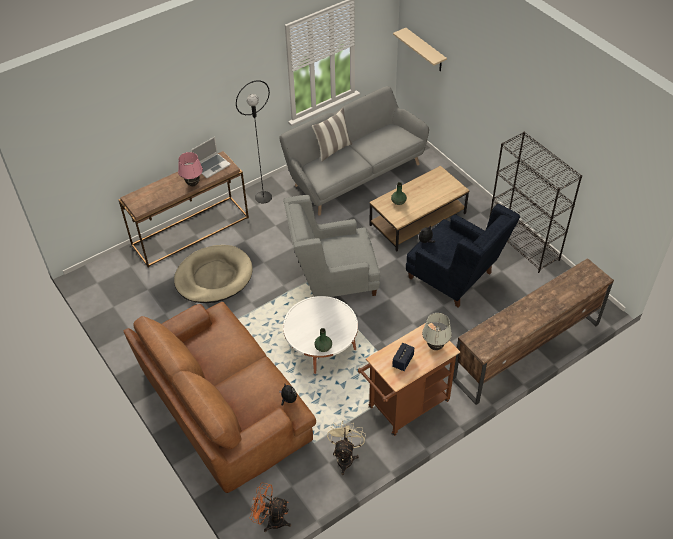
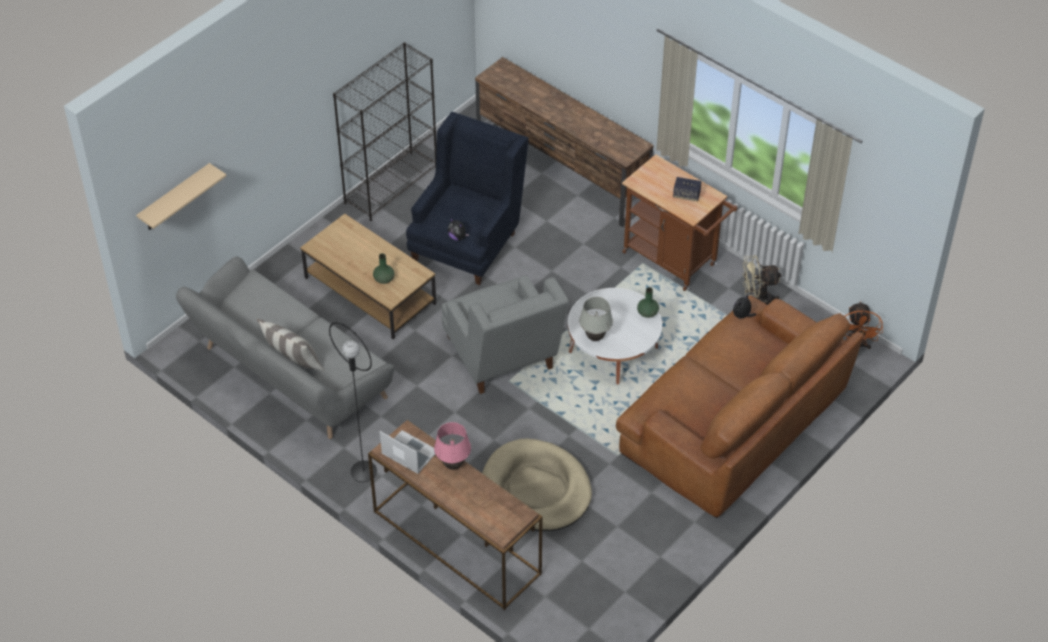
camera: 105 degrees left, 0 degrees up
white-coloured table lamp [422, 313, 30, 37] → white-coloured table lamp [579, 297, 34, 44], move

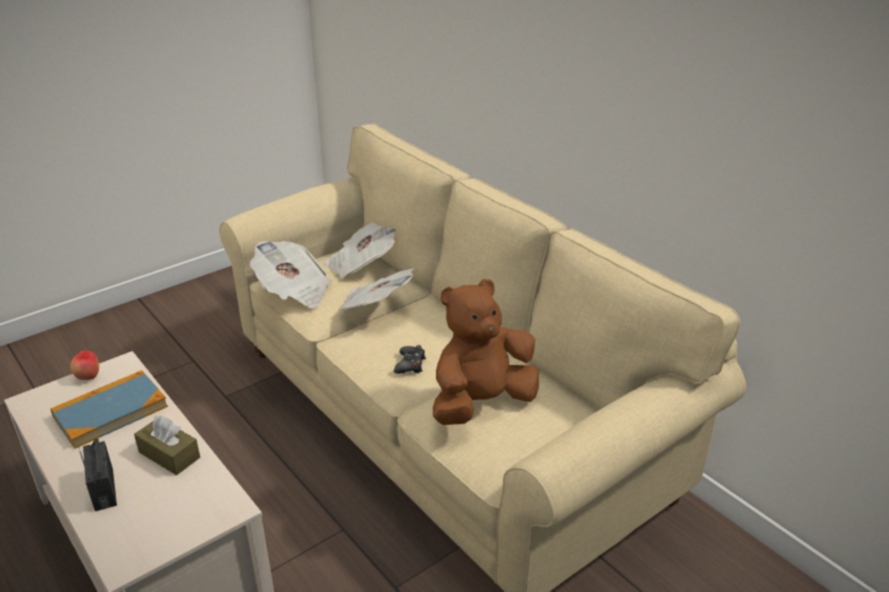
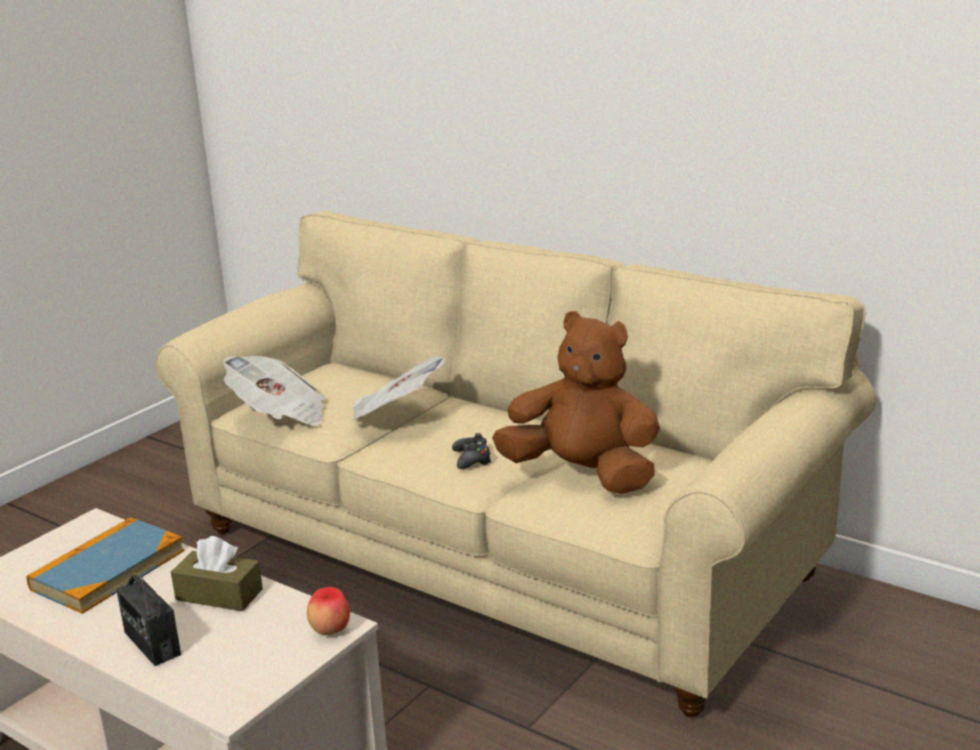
camera: 15 degrees left, 10 degrees down
daily paper [324, 222, 72, 56] → -
brown-coloured plush toy [433, 279, 106, 146] → brown-coloured plush toy [492, 311, 168, 183], 75 degrees clockwise
apple fruit [70, 351, 29, 29] → apple fruit [307, 587, 43, 48], move

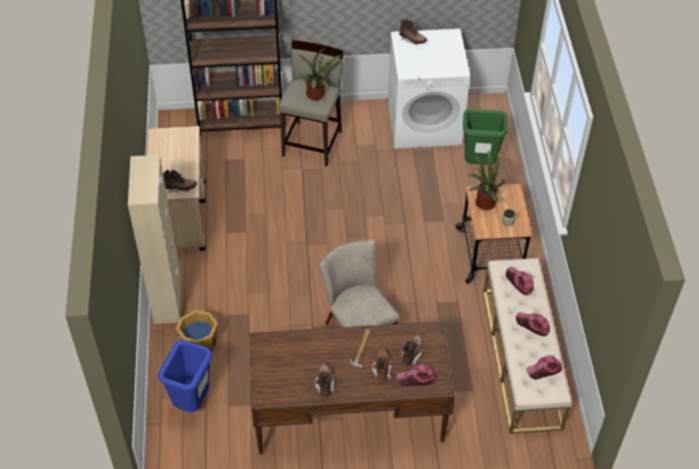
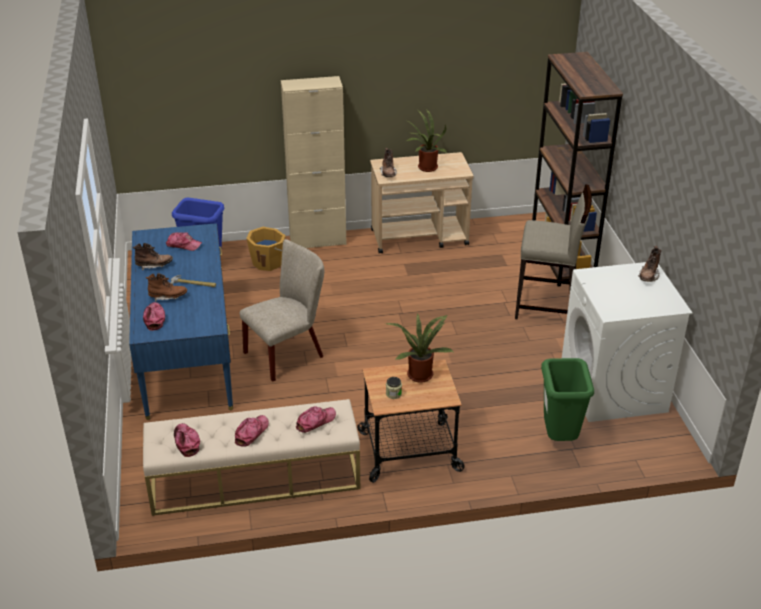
camera: 85 degrees right, 15 degrees down
houseplant [291, 48, 51, 53] → houseplant [407, 109, 40, 63], move
brown-coloured desk unit [249, 321, 206, 134] → bluish desk unit [129, 223, 104, 197]
brown-coloured boot [402, 335, 21, 31] → -
- → baseball cap [166, 232, 36, 19]

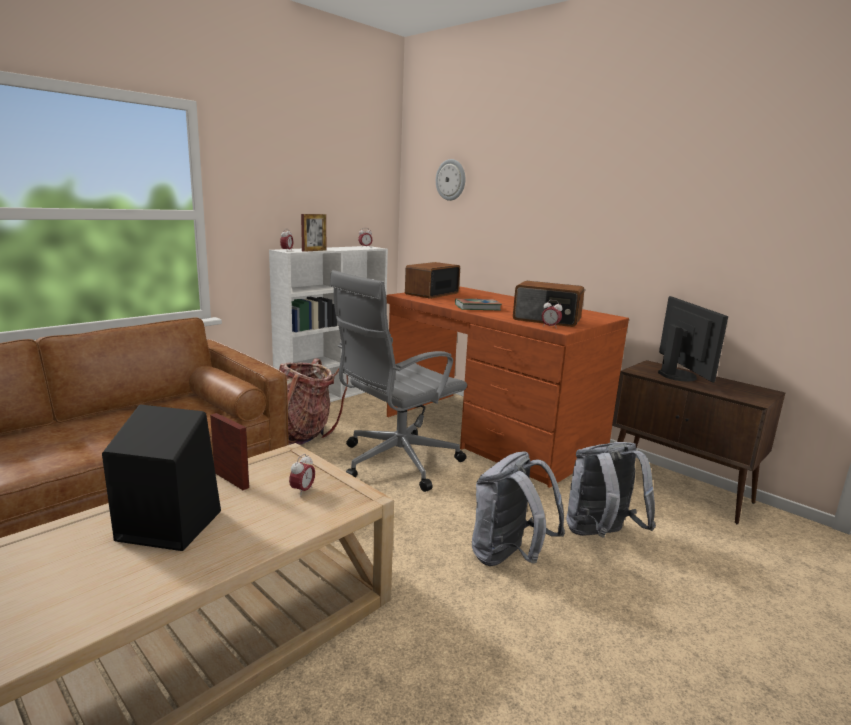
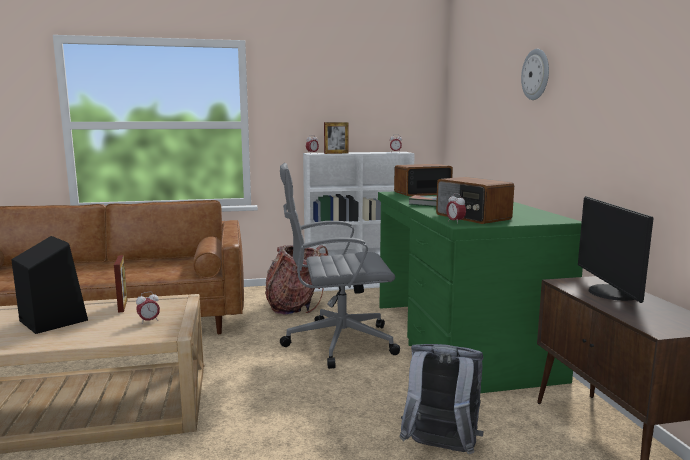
camera: 35 degrees right, 5 degrees down
clock on the wall [436, 159, 29, 42] → clock on the wall [521, 49, 28, 51], move
brown-coloured desk unit [387, 286, 242, 202] → green-coloured desk unit [378, 192, 205, 201]
computer display [658, 296, 70, 87] → computer display [578, 196, 76, 107], 150 degrees clockwise
greyish rucksack [472, 451, 93, 115] → -

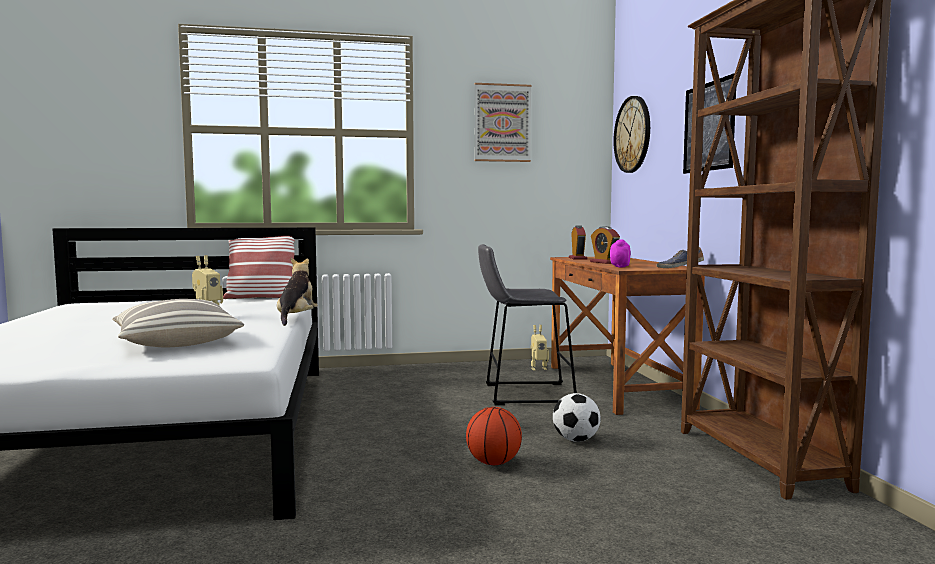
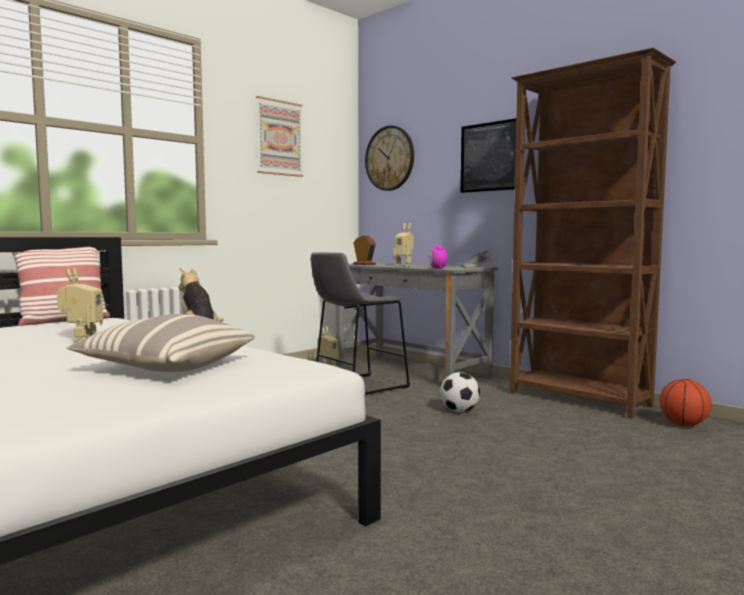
camera: 35 degrees left, 0 degrees up
bedside clock [590, 226, 30, 38] → toy robot [393, 223, 21, 44]
brown-coloured desk unit [550, 257, 155, 158] → greyish desk unit [336, 262, 162, 116]
basketball [466, 407, 56, 58] → basketball [659, 379, 53, 47], move

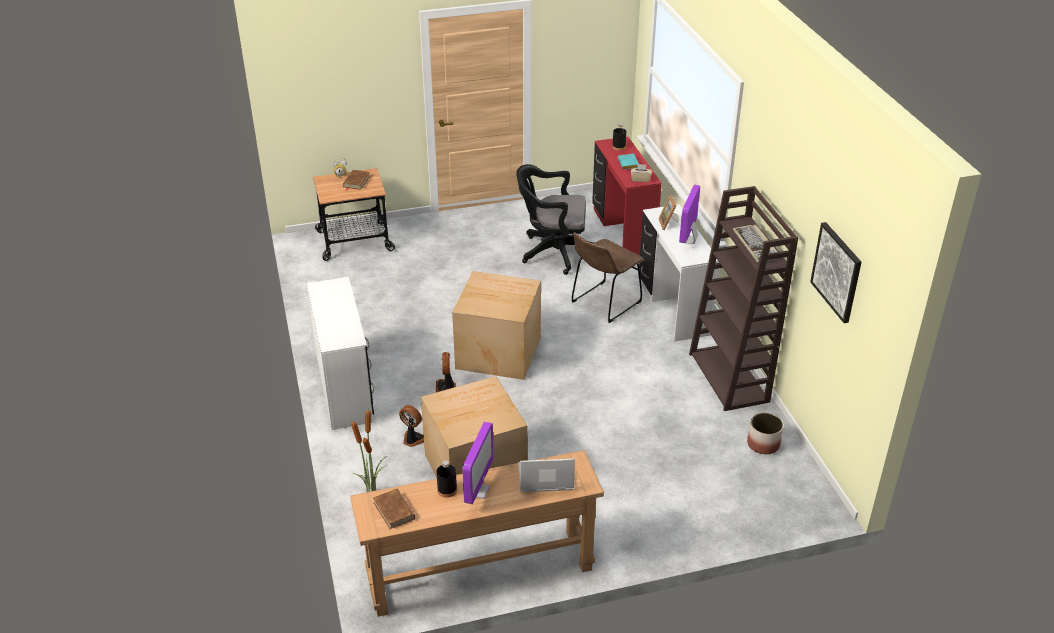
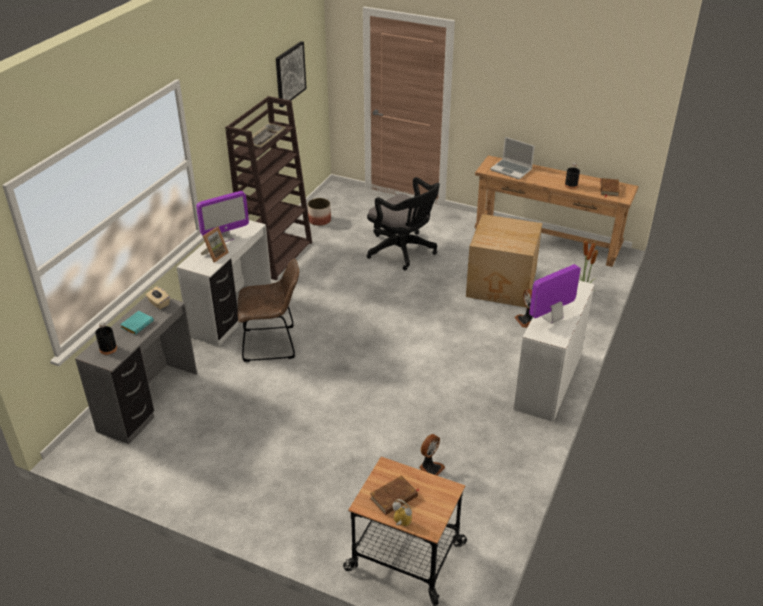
camera: 140 degrees left, 0 degrees up
red-coloured desk unit [592, 136, 70, 119] → greyish desk unit [75, 296, 122, 148]
black desk chair [516, 164, 78, 111] → black desk chair [367, 177, 73, 93], move
packing box [452, 271, 89, 109] → -
cooling fan [436, 352, 20, 40] → cooling fan [419, 434, 26, 42], move
computer display [462, 422, 32, 82] → computer display [529, 264, 52, 60], move

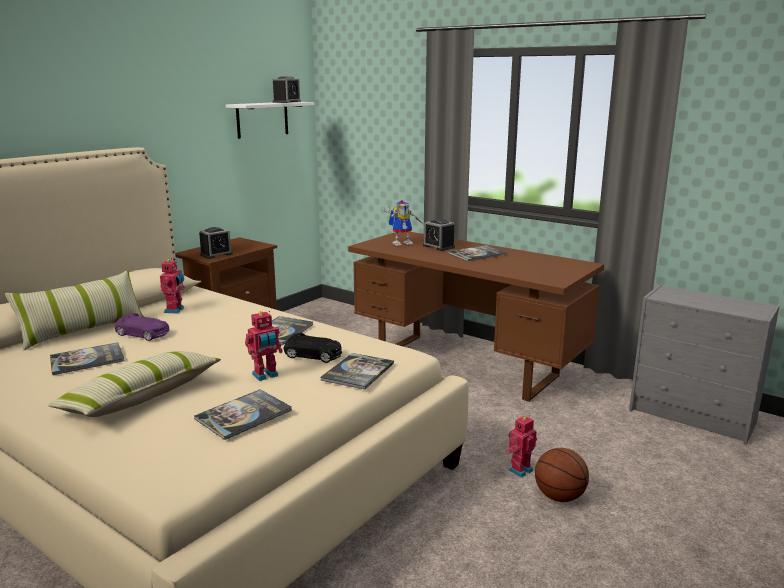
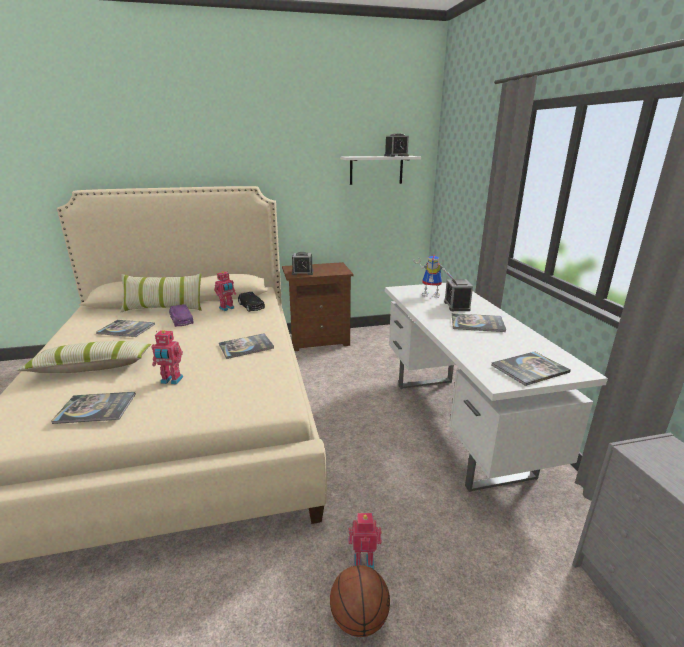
camera: 40 degrees right, 5 degrees up
brown-coloured desk unit [348, 232, 256, 170] → white-coloured desk unit [385, 283, 223, 209]
black toy car [283, 333, 59, 30] → black toy car [238, 292, 27, 20], move
book [320, 353, 74, 36] → book [491, 351, 80, 35], move

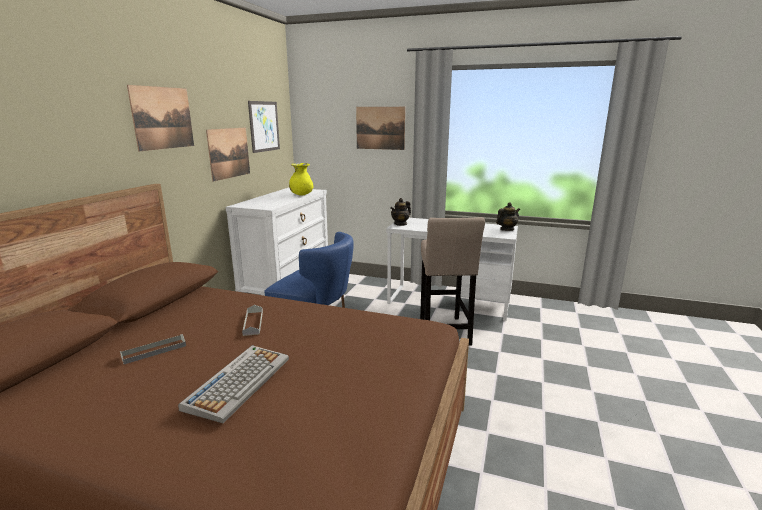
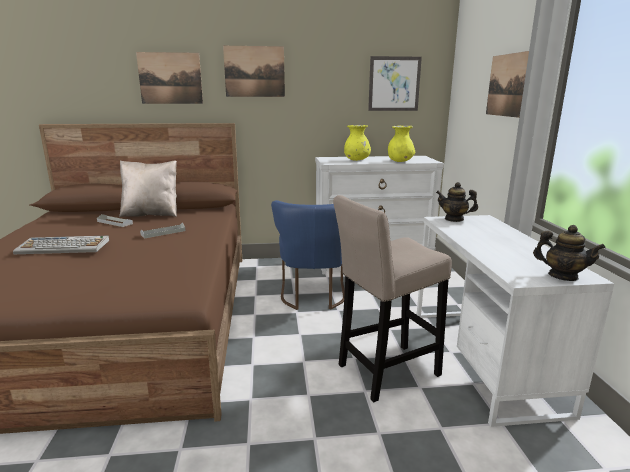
camera: 65 degrees right, 0 degrees up
picture [206, 127, 44, 55] → picture [136, 52, 67, 52], move
- → yellow flower vase [344, 125, 27, 36]
- → beige throw pillow [119, 160, 58, 57]

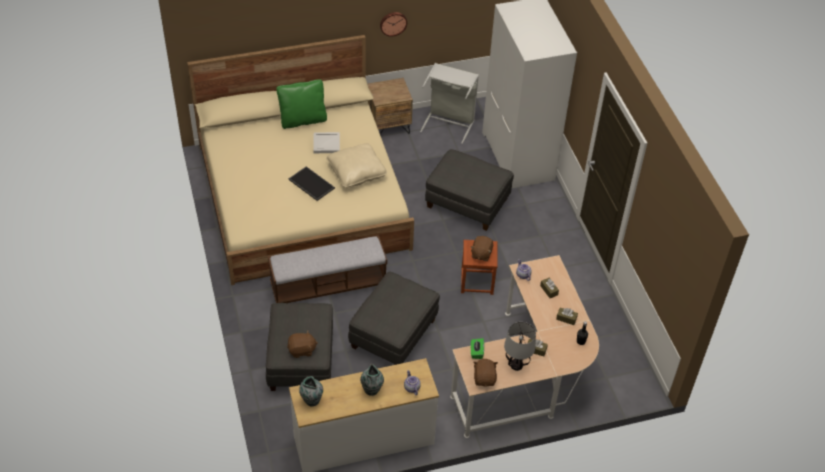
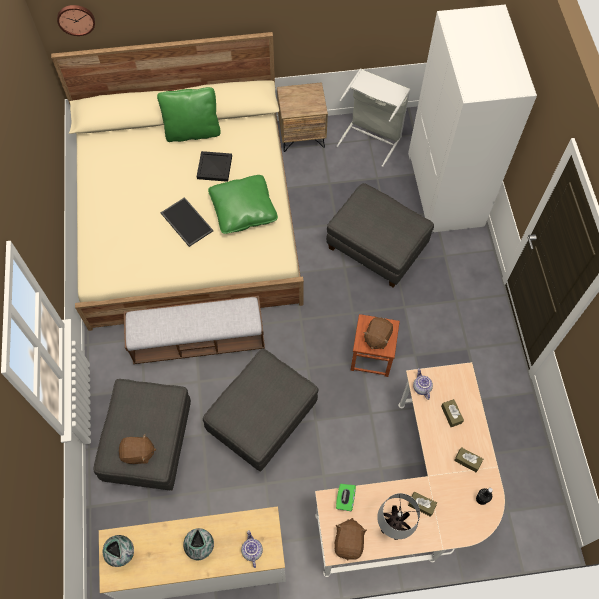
camera: 10 degrees right, 15 degrees up
clock on the wall [380, 12, 27, 25] → clock on the wall [57, 5, 38, 31], move
white-coloured carrying tray [313, 132, 27, 21] → black carrying tray [197, 151, 35, 31]
beige throw pillow [326, 143, 61, 44] → green-coloured throw pillow [208, 175, 70, 59]

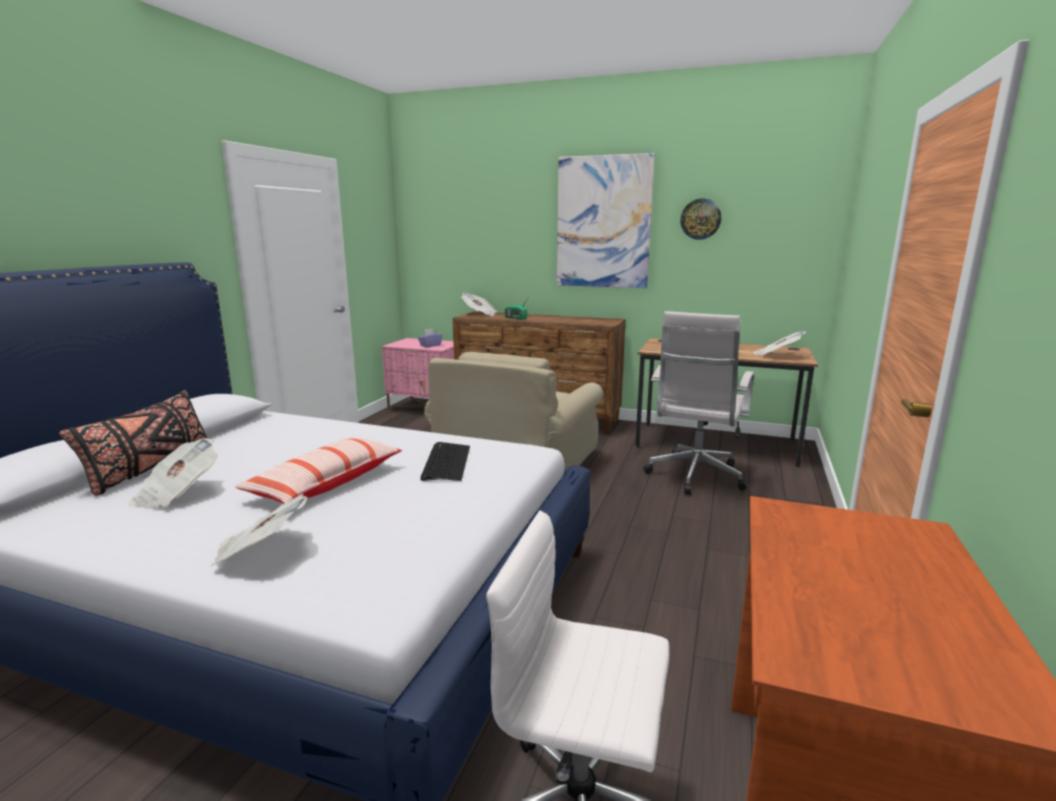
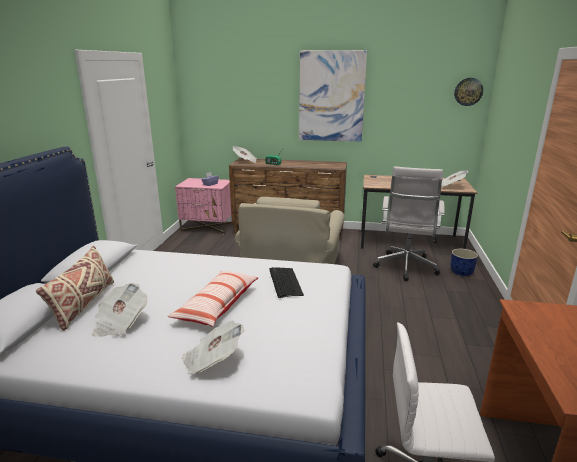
camera: 10 degrees left, 5 degrees up
clock on the wall [680, 199, 41, 41] → clock on the wall [454, 78, 29, 28], move
black throw pillow [59, 390, 148, 106] → beige throw pillow [36, 246, 78, 85]
- → bluish planter [450, 249, 28, 27]

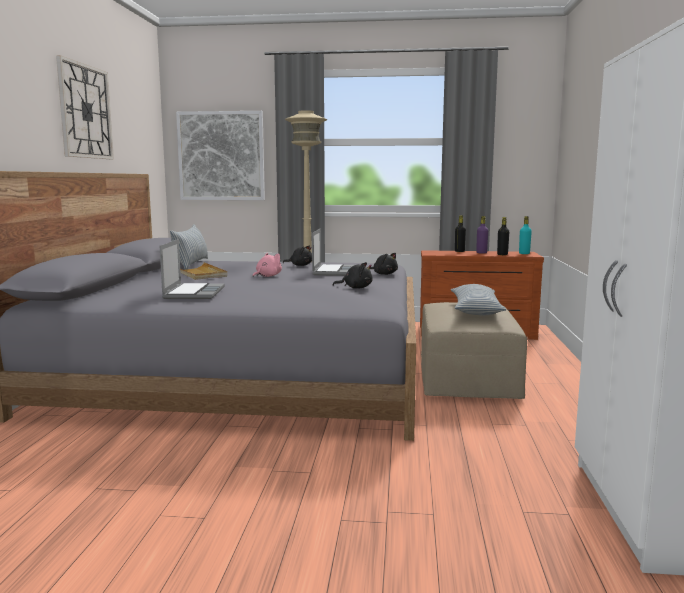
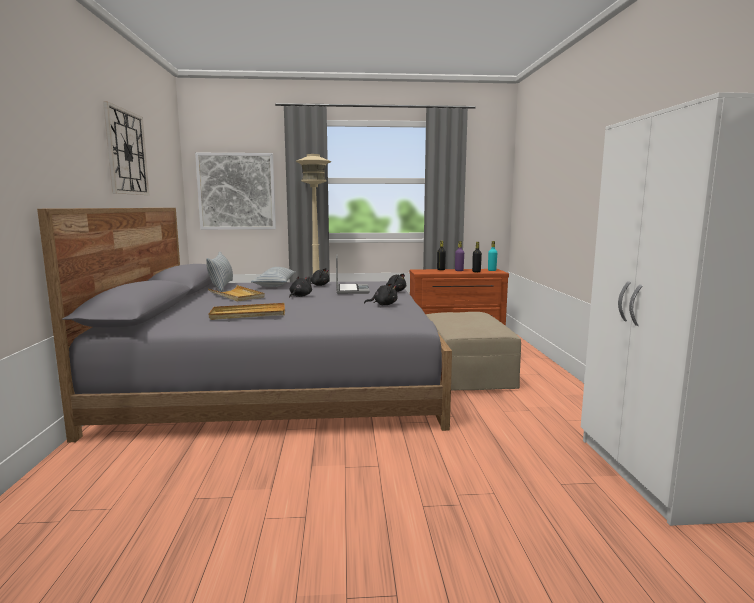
camera: 10 degrees left, 0 degrees up
notebook computer [160, 239, 65, 60] → beige carrying tray [209, 303, 76, 17]
pinkish plush toy [253, 253, 29, 24] → black plush toy [289, 276, 23, 22]
throw pillow [451, 284, 55, 31] → throw pillow [251, 267, 45, 20], move

